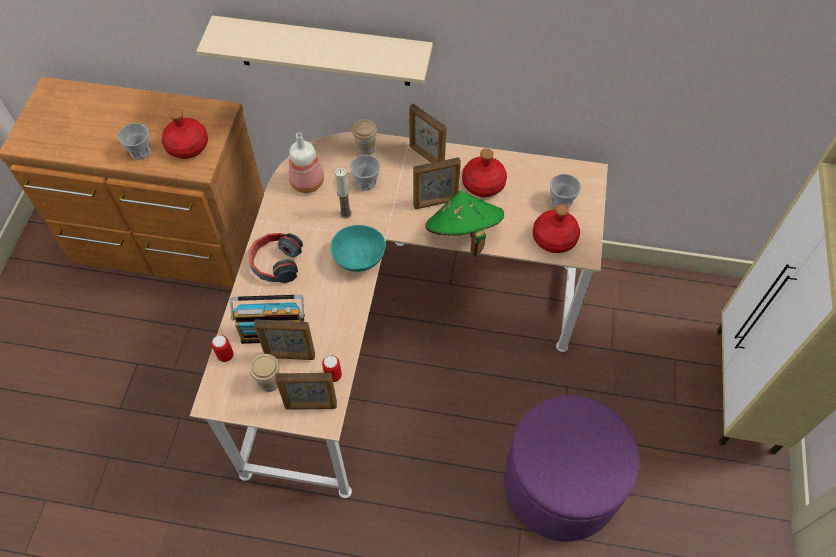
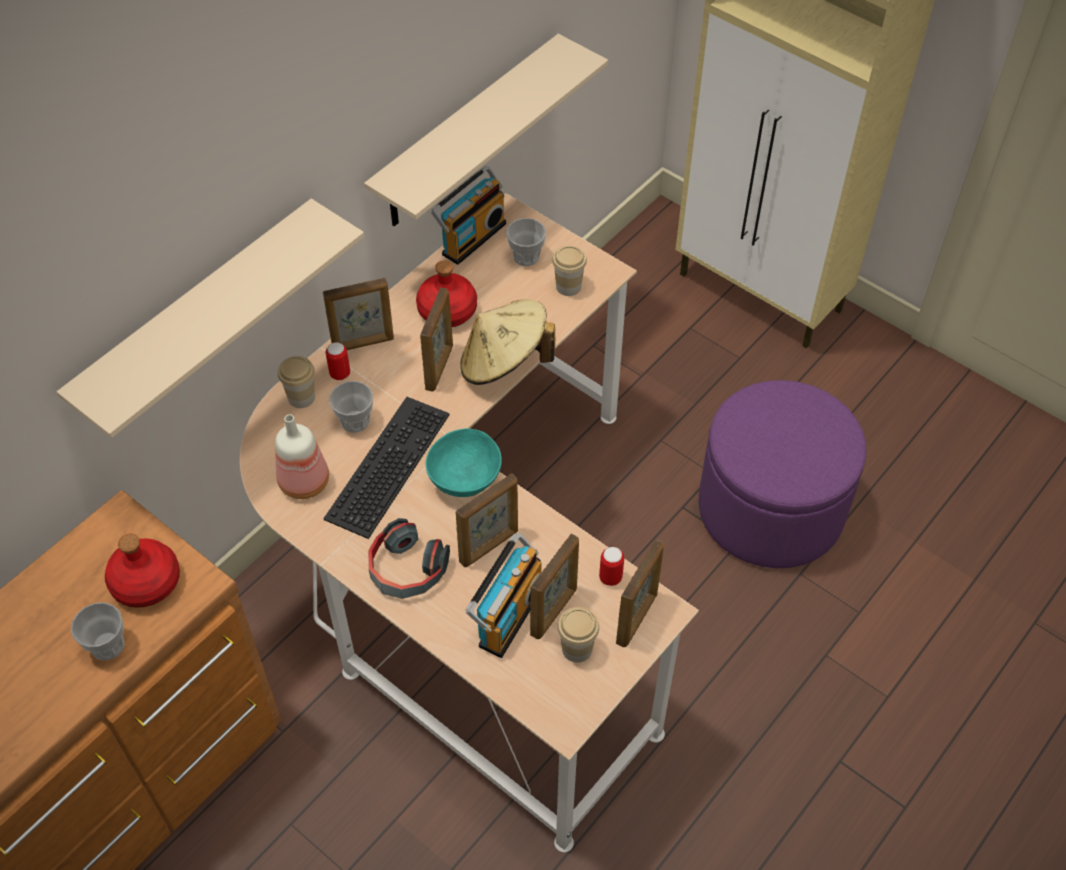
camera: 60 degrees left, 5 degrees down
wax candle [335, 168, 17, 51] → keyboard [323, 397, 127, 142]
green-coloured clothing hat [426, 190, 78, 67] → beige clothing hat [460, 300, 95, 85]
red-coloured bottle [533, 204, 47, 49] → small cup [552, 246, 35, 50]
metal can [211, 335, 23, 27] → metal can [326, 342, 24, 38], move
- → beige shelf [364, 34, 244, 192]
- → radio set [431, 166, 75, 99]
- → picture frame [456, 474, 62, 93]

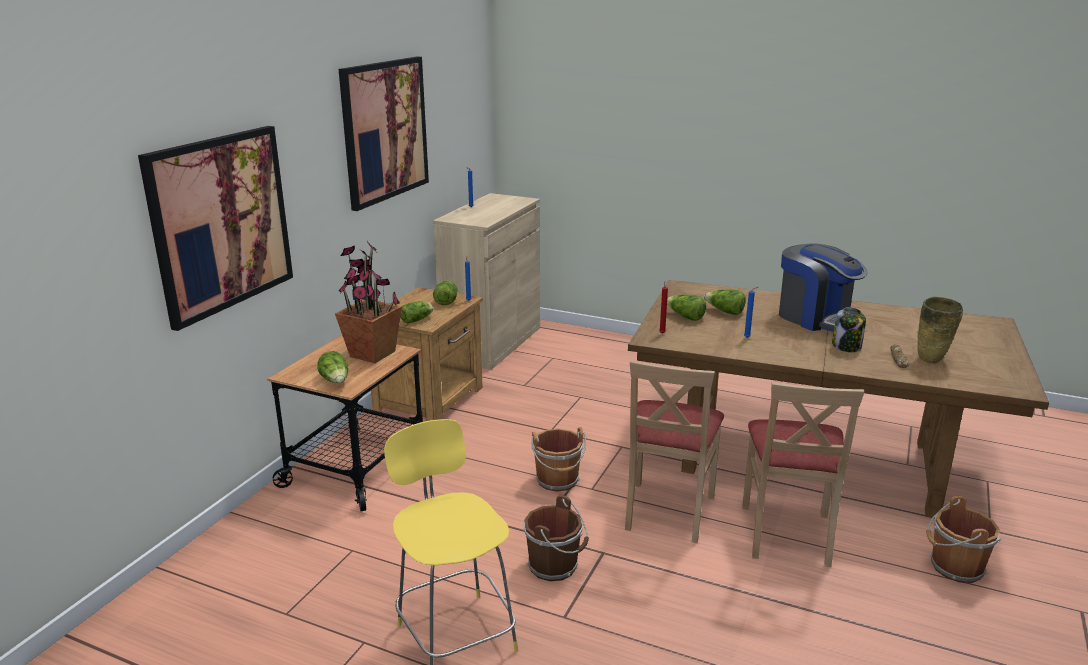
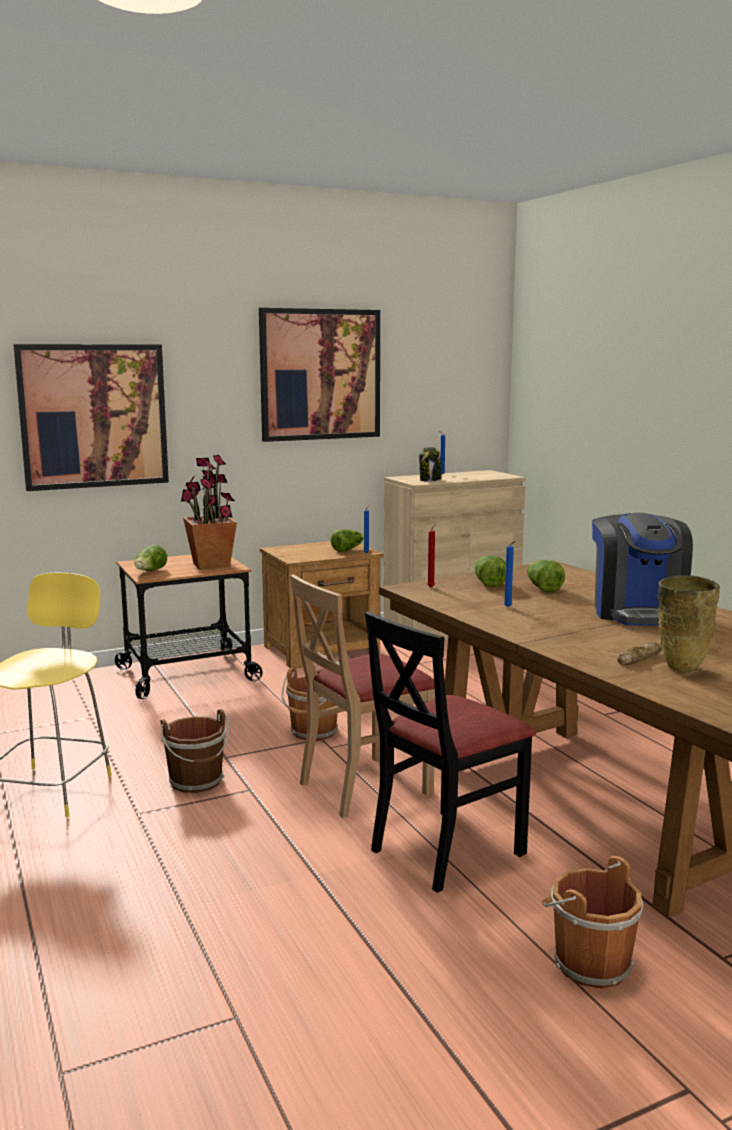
camera: 40 degrees right, 10 degrees down
lettuce [401, 301, 33, 23] → -
jar [832, 307, 34, 45] → jar [419, 447, 23, 35], move
beige upright chair [742, 382, 122, 185] → black upright chair [365, 611, 171, 282]

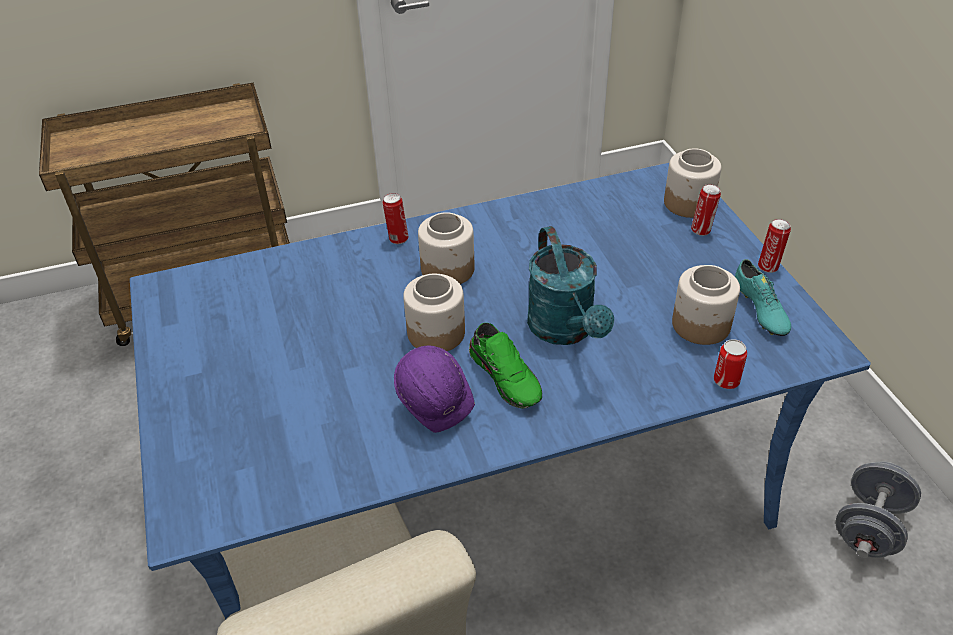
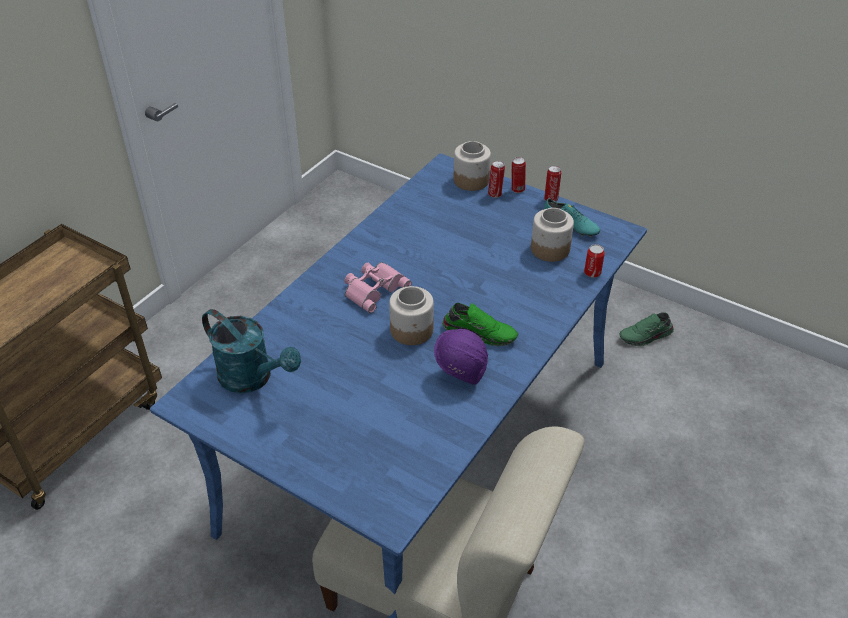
camera: 40 degrees left, 0 degrees up
metal can [383, 193, 25, 51] → metal can [511, 157, 15, 36], move
jar [418, 212, 57, 72] → pinkish pair of binoculars [345, 262, 67, 51]
blue-green sprinkling can [527, 226, 87, 119] → blue-green sprinkling can [202, 309, 99, 84], move
greyish dumbbell [835, 461, 86, 97] → green-coloured shoe [619, 312, 55, 34]

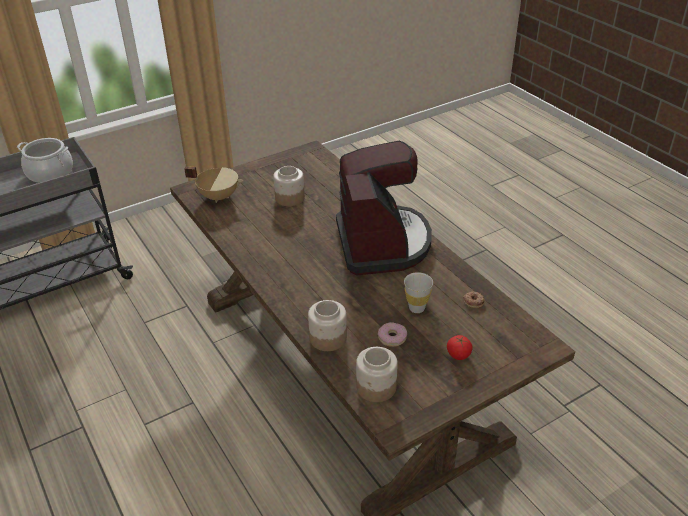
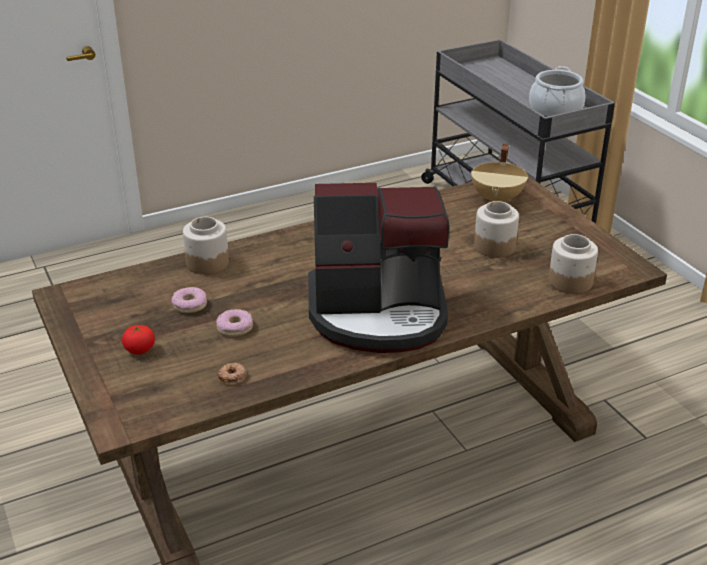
camera: 95 degrees right, 5 degrees down
white-coloured small cup [404, 272, 29, 41] → doughnut [216, 309, 37, 28]
jar [356, 347, 42, 55] → jar [549, 234, 49, 60], move

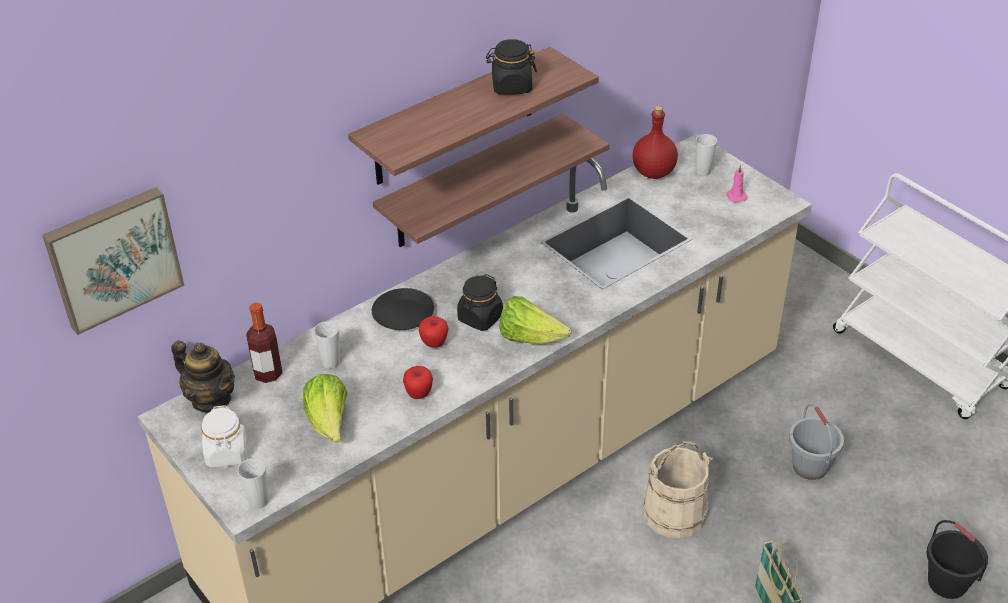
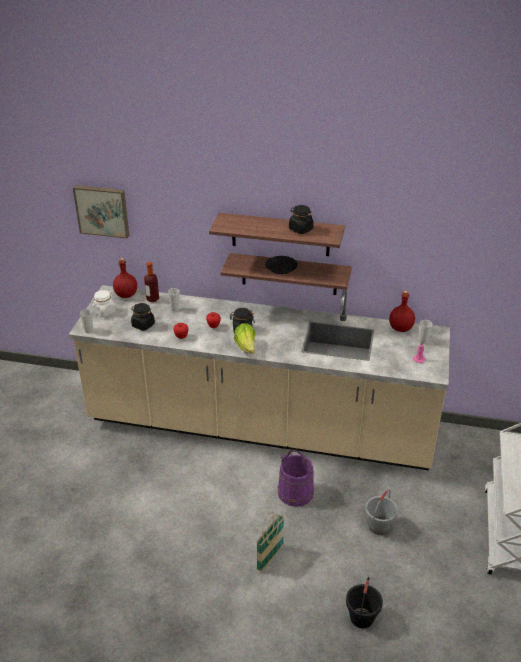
camera: 50 degrees right, 5 degrees down
black dinner plate [372, 288, 62, 42] → black dinner plate [265, 256, 33, 18], move
pot for tea [171, 341, 64, 71] → red-coloured bottle [113, 258, 24, 40]
lettuce [303, 374, 45, 68] → black jar [131, 303, 24, 28]
beige pail [643, 441, 70, 98] → purple pail [278, 450, 36, 57]

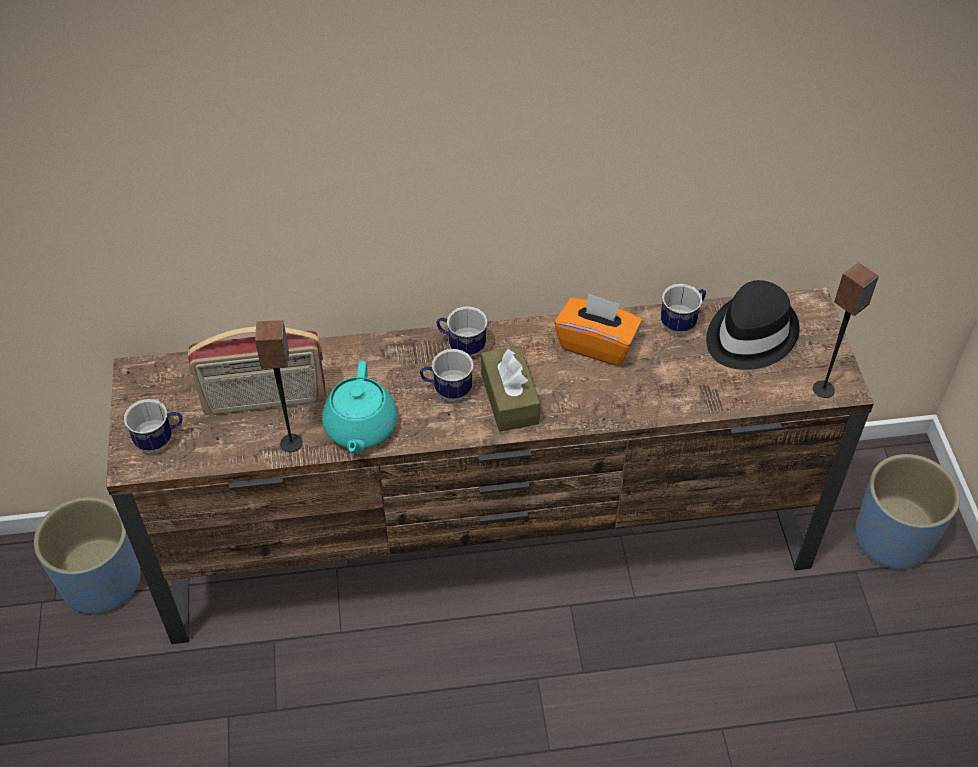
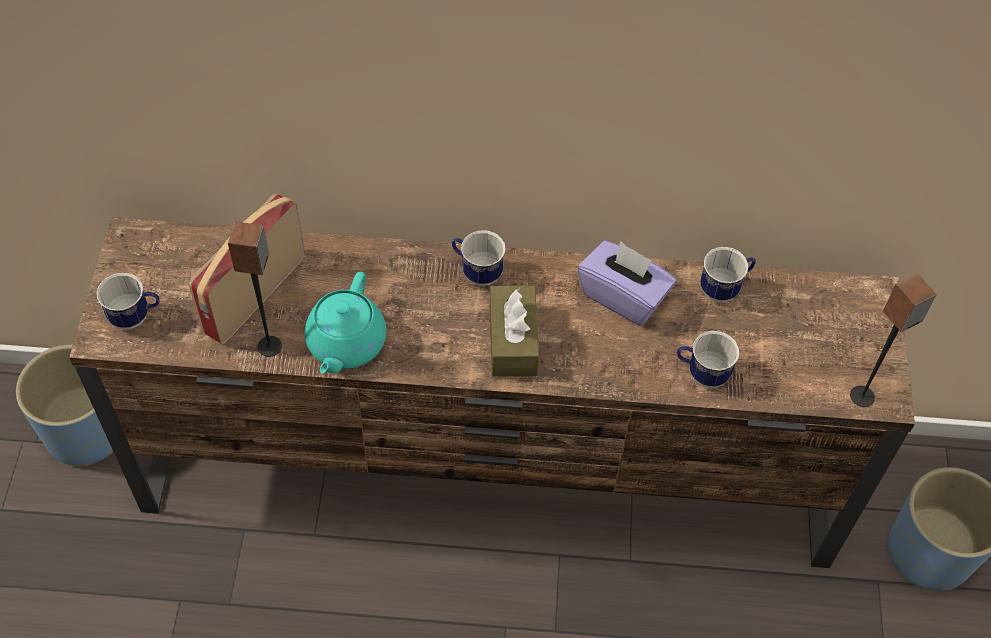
camera: 10 degrees right, 5 degrees up
black clothing hat [706, 280, 94, 90] → -
orangey tissue box [554, 293, 88, 73] → purple tissue box [577, 241, 99, 85]
radio set [188, 327, 138, 88] → radio set [189, 194, 116, 150], 120 degrees clockwise
coffee mug [420, 349, 53, 52] → coffee mug [677, 331, 62, 57], move

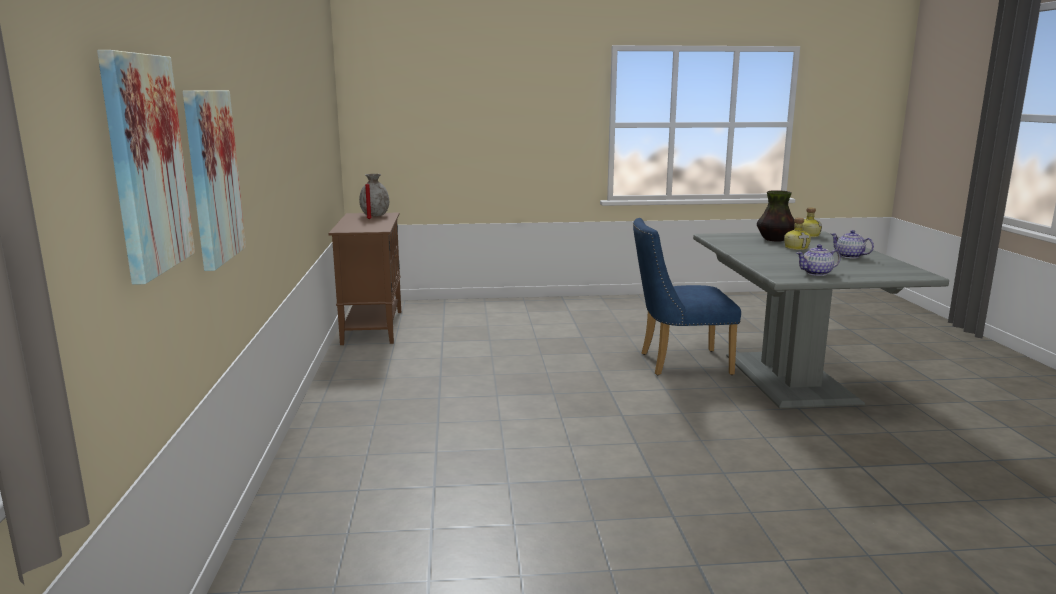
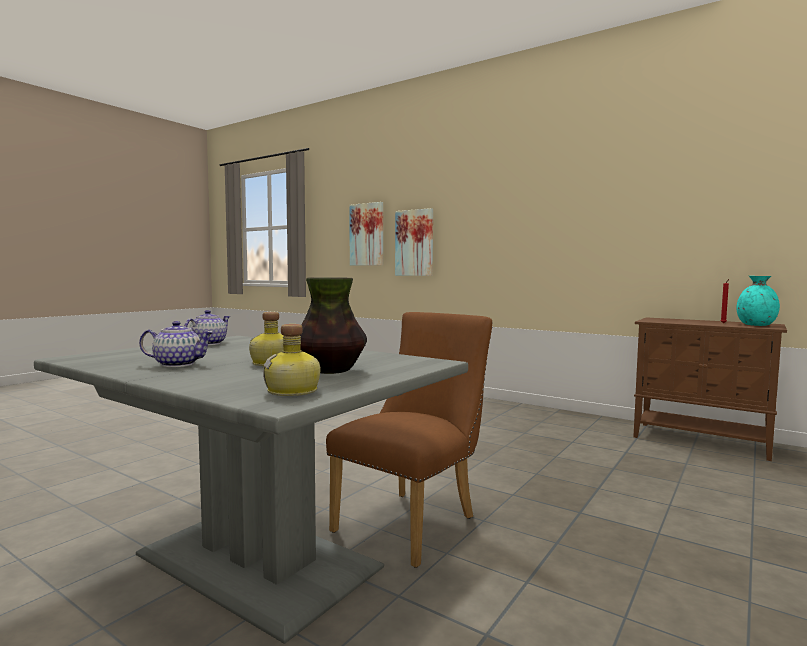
camera: 130 degrees right, 10 degrees down
greyish flower vase [359, 174, 30, 42] → blue-green flower vase [736, 276, 44, 50]
bluish upright chair [633, 218, 108, 157] → brown-coloured upright chair [326, 312, 167, 256]

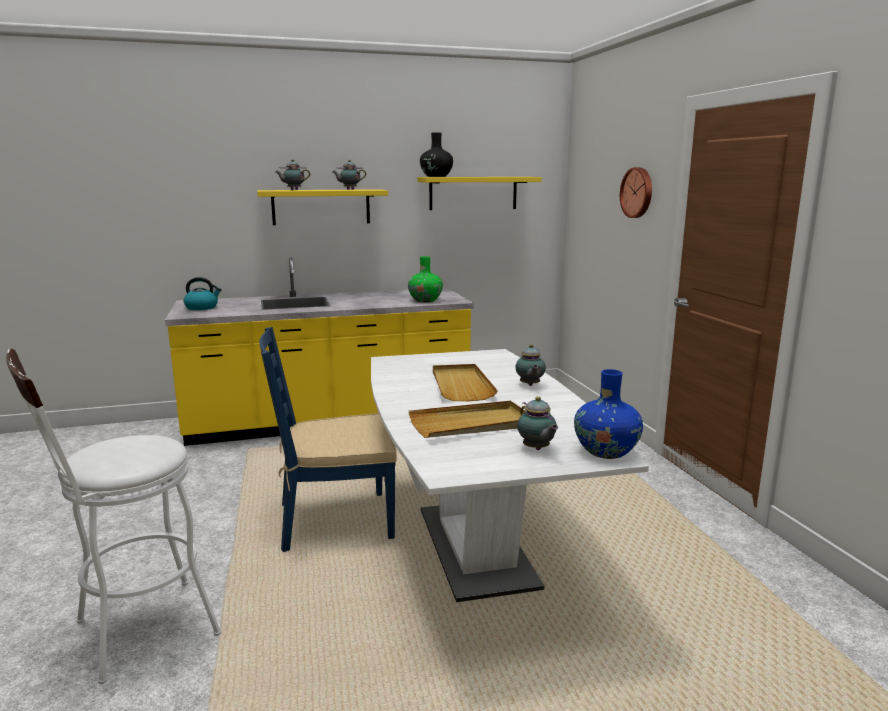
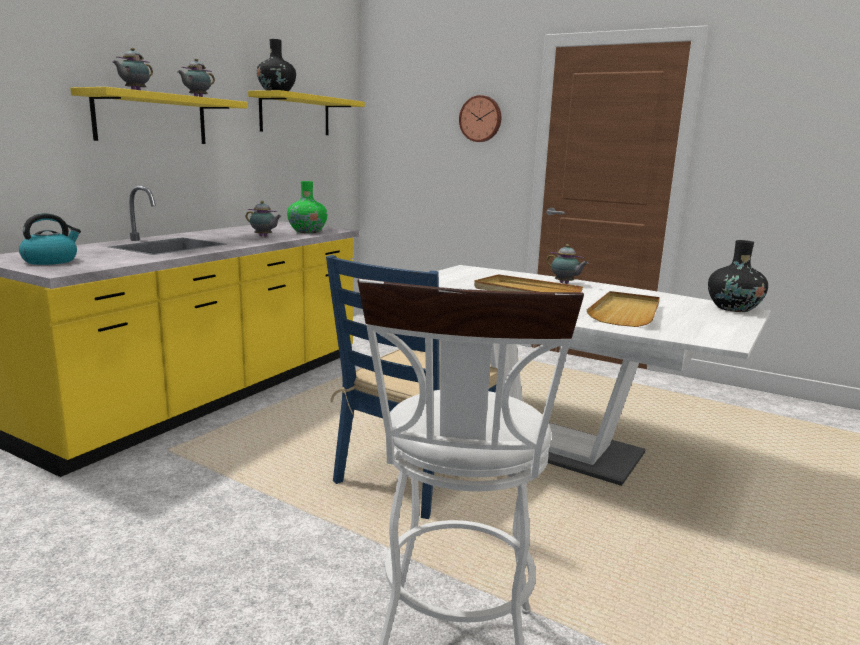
camera: 45 degrees left, 0 degrees up
bluish flower vase [574, 369, 69, 90] → black flower vase [708, 240, 60, 72]
pot for tea [517, 396, 41, 54] → pot for tea [246, 201, 36, 36], move

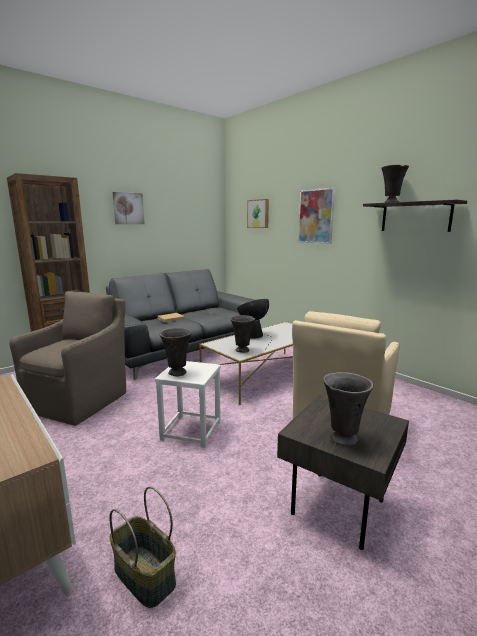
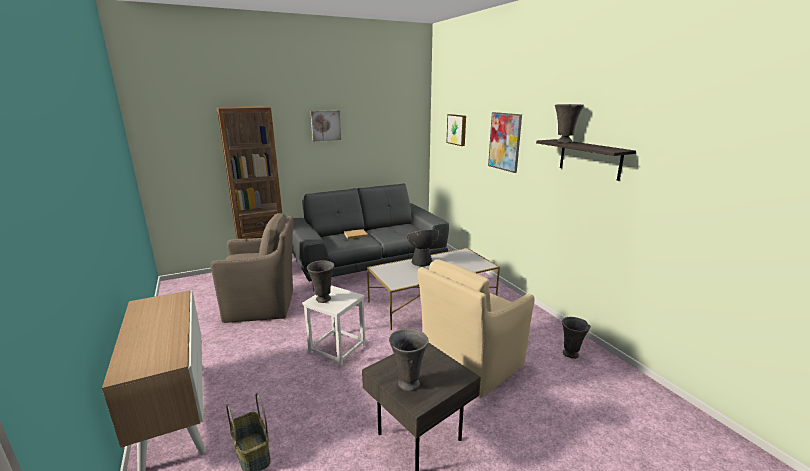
camera: 15 degrees right, 5 degrees up
brown-coloured armchair [10, 291, 116, 135] → brown-coloured armchair [211, 213, 83, 110], 45 degrees clockwise
greyish flower vase [230, 315, 25, 38] → greyish flower vase [562, 317, 29, 42], move

